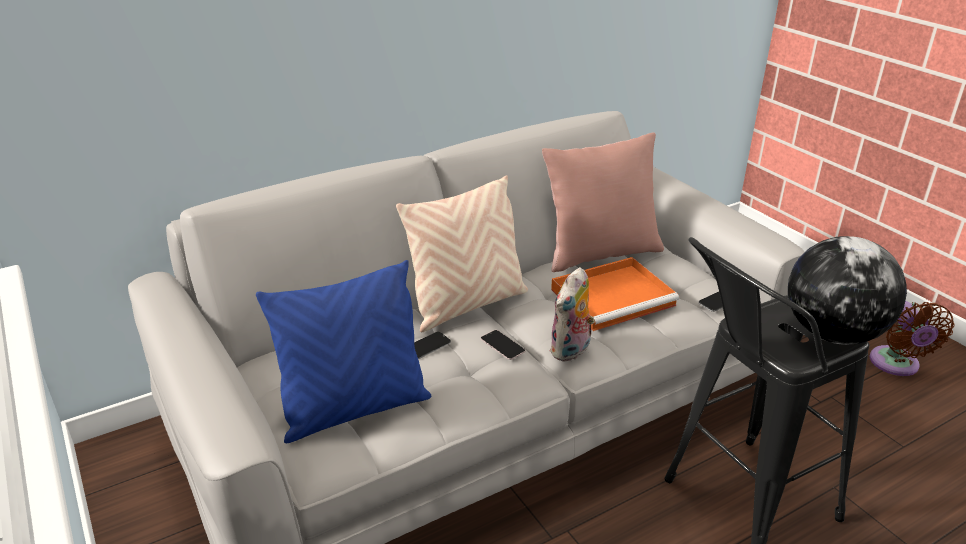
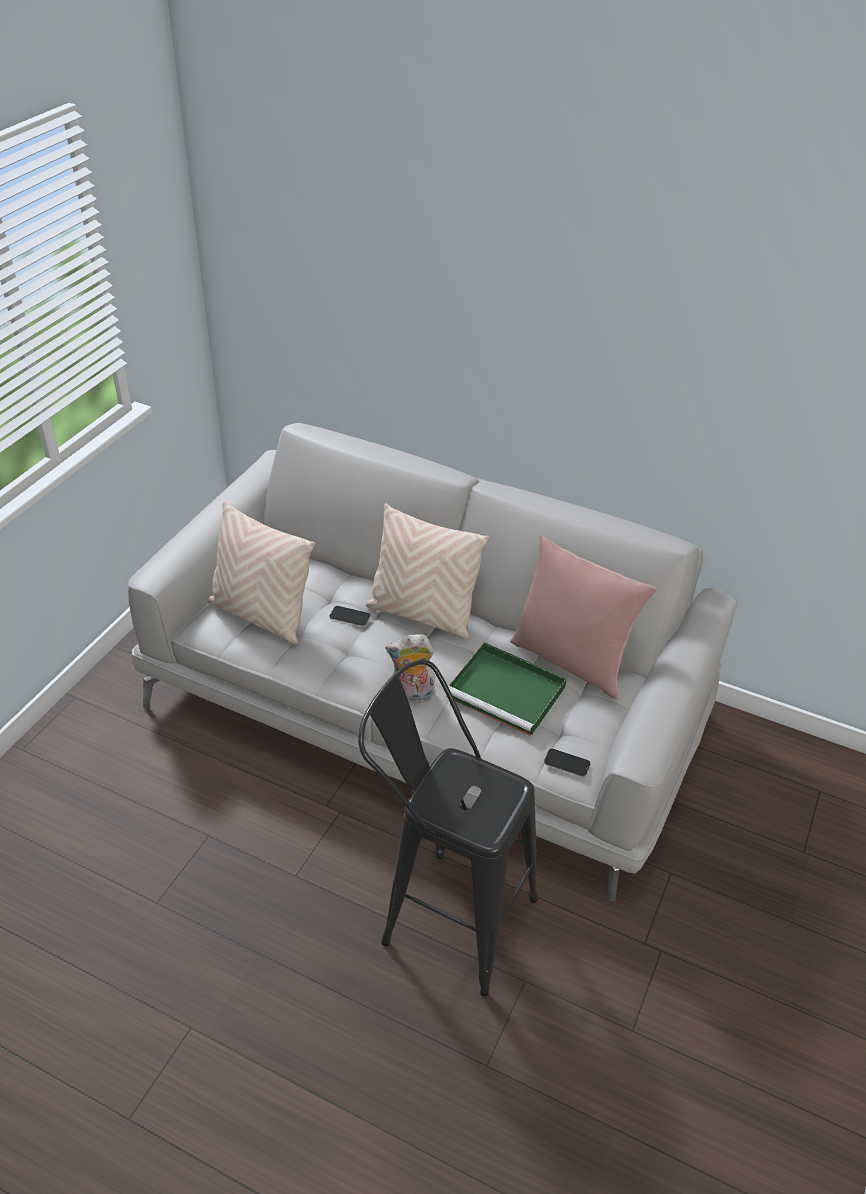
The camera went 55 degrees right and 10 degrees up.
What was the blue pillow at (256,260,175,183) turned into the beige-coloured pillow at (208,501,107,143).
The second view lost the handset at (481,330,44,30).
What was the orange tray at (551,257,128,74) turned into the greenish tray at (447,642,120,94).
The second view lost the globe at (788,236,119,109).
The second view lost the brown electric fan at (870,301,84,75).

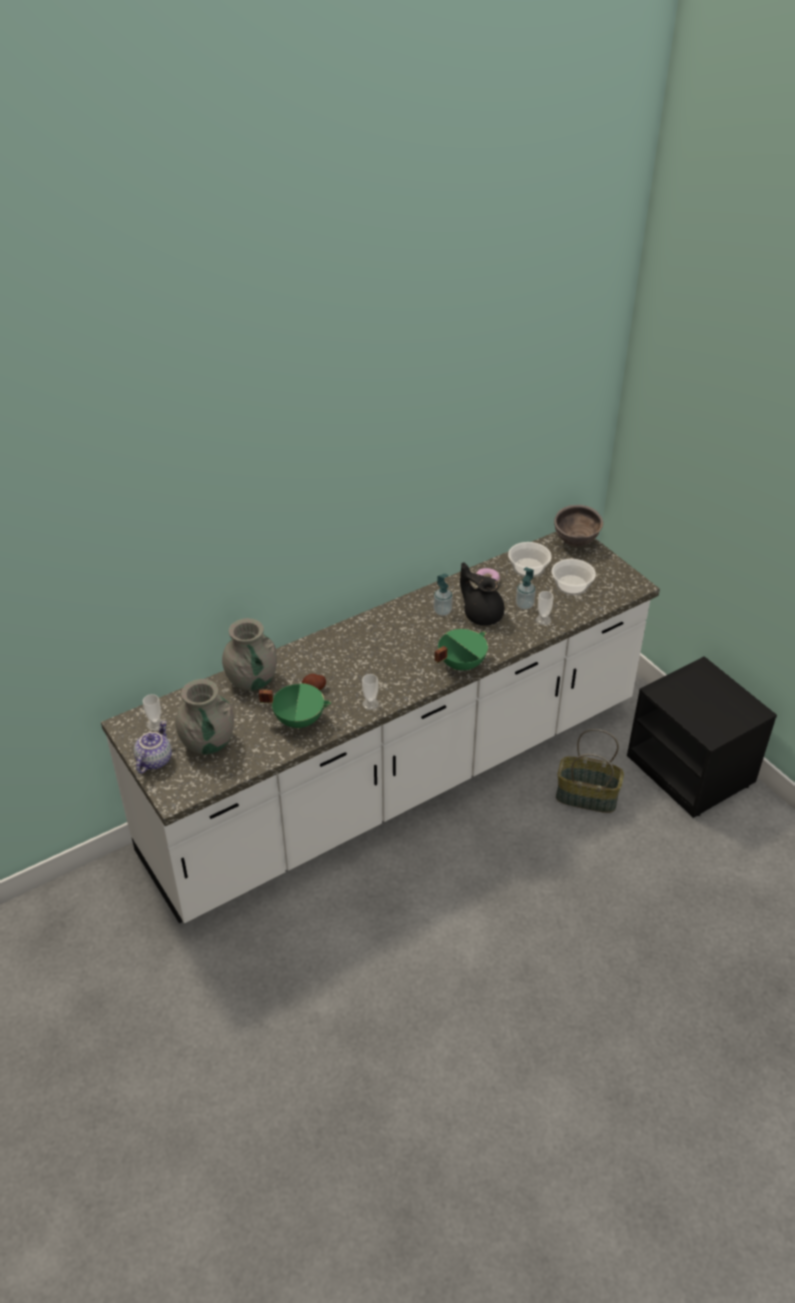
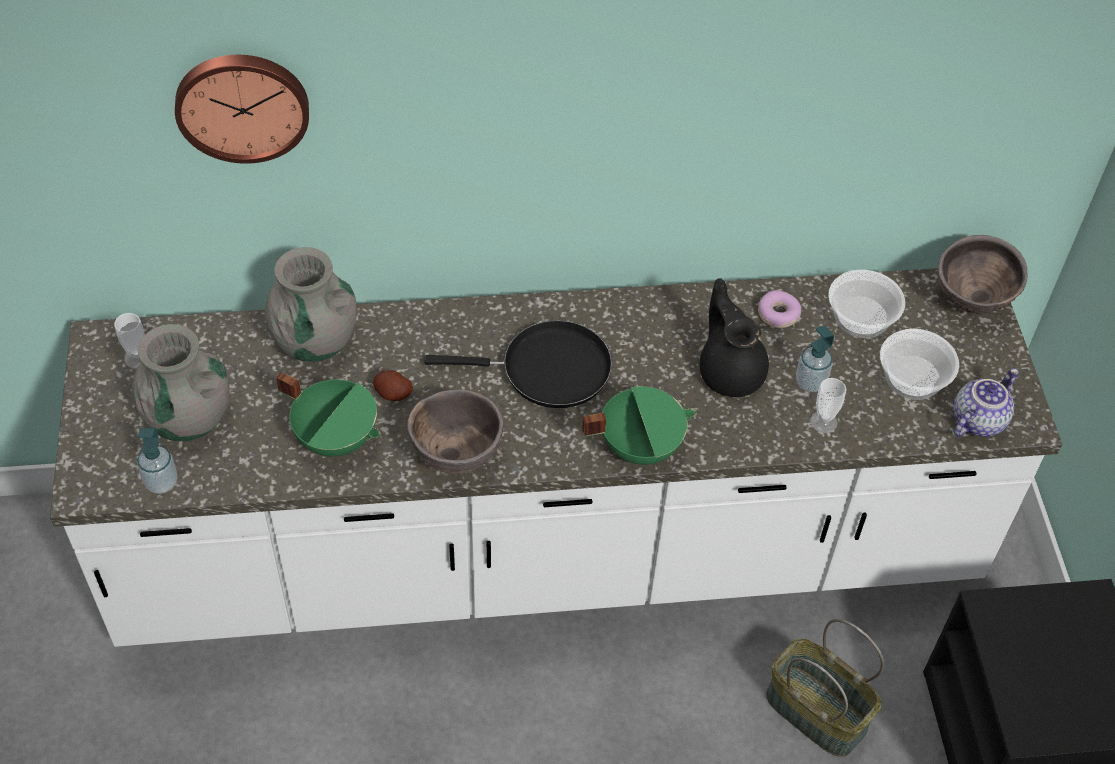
The camera went 25 degrees right and 10 degrees up.
The tea pot ended up elsewhere, having gone from (134,721,38,53) to (954,369,65,68).
Where the small cup stood at (362,674,17,36), the brown serving bowl came to stand at (407,389,96,85).
The soap dispenser ended up elsewhere, having gone from (434,573,18,43) to (137,428,41,66).
The second view gained the clock on the wall at (175,55,134,109).
The second view gained the blackish frying pan at (424,320,188,88).

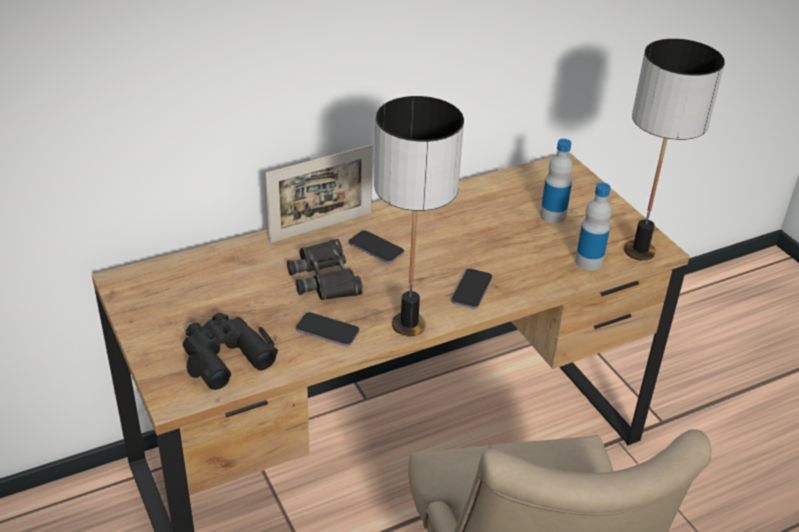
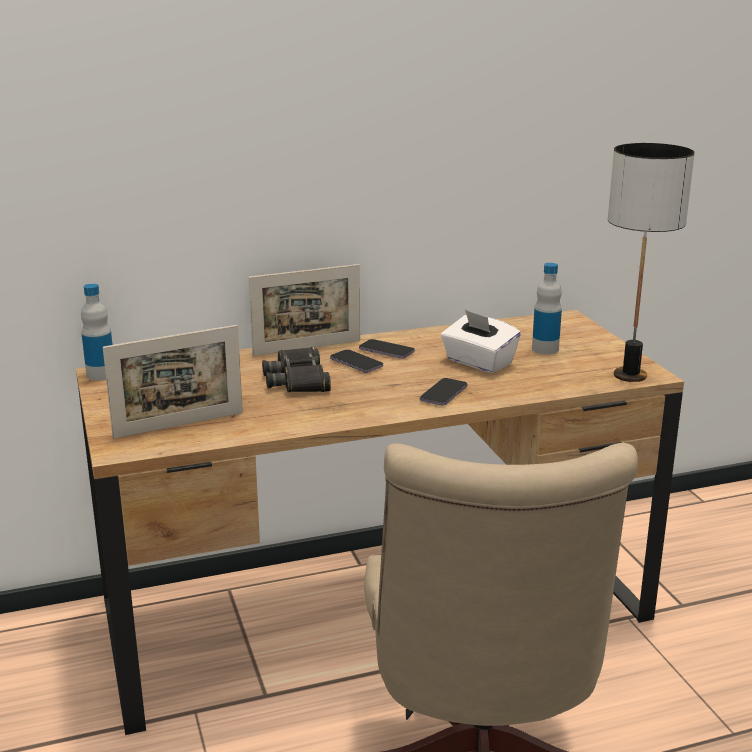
The camera went 10 degrees right and 15 degrees down.
Where the blackish binoculars stood at (183,313,95,77), the picture frame came to stand at (103,325,140,114).
The handset ended up elsewhere, having gone from (296,312,64,35) to (359,339,56,20).
The second view lost the lamp for a table at (374,96,90,240).
The bottle ended up elsewhere, having gone from (575,182,37,89) to (81,284,32,97).
The second view gained the whitish tissue holder at (441,310,80,63).

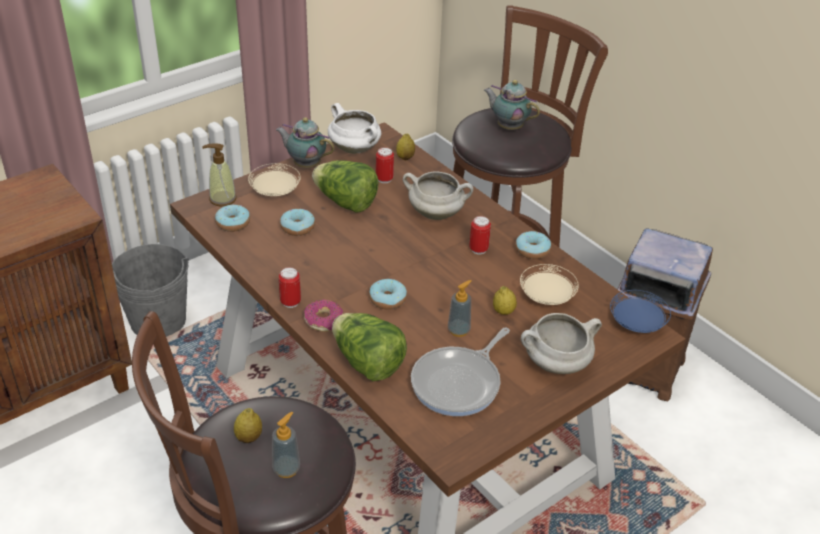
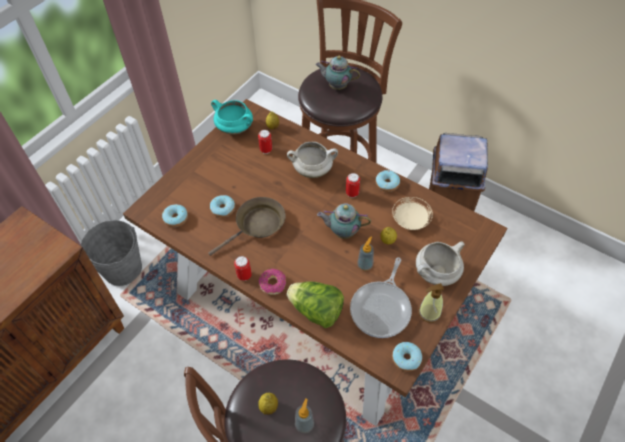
The camera went 15 degrees left and 15 degrees up.
The soap dispenser ended up elsewhere, having gone from (202,143,35,63) to (418,283,26,40).
The second view lost the beige-coloured flat dish at (248,163,53,33).
The tea pot ended up elsewhere, having gone from (276,117,59,51) to (317,203,54,36).
The second view lost the lettuce head at (312,160,67,53).
What was the whitish stockpot at (328,103,53,51) turned into the blue-green stockpot at (211,100,42,35).
The donut ended up elsewhere, having gone from (369,278,38,32) to (392,342,30,30).
The second view lost the blue flat dish at (610,290,61,43).
The second view gained the brown frying pan at (208,197,78,59).

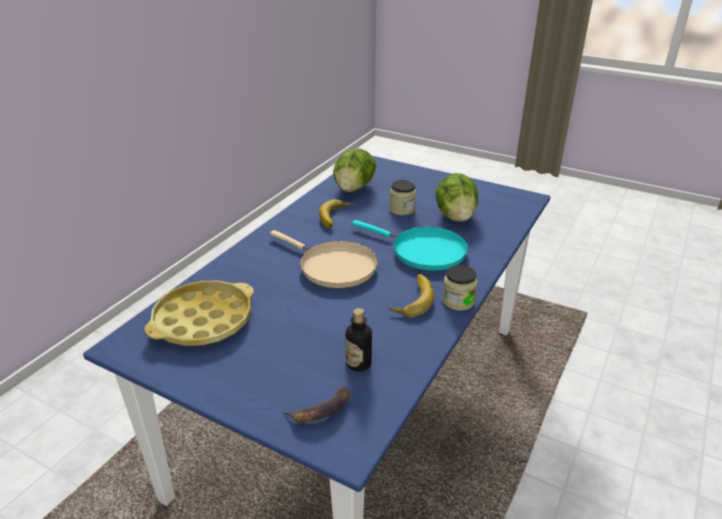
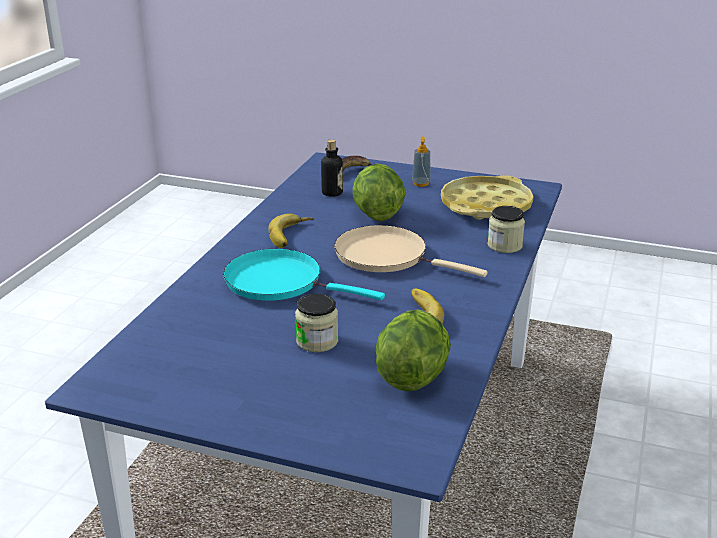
The camera went 170 degrees right and 5 degrees down.
The lettuce head ended up elsewhere, having gone from (435,173,43,49) to (352,164,54,57).
The jar ended up elsewhere, having gone from (442,265,36,46) to (487,206,38,47).
The second view gained the soap dispenser at (412,136,19,51).

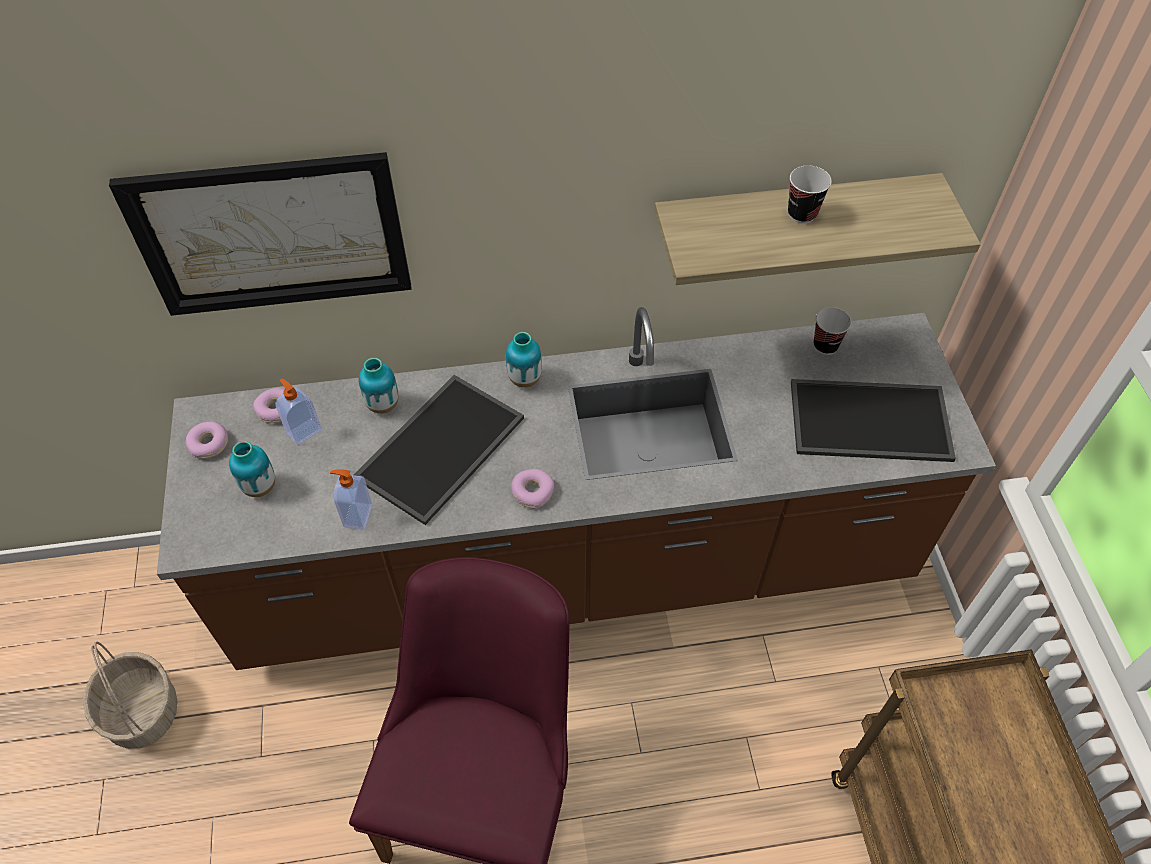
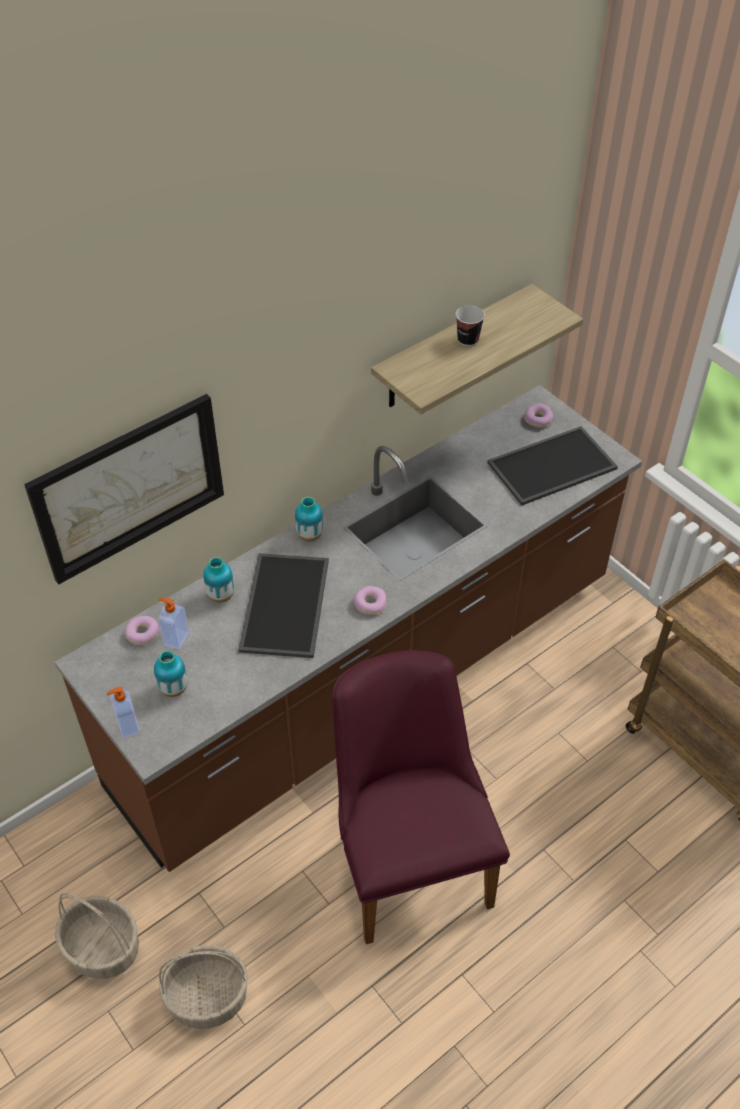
The camera went 30 degrees left and 5 degrees down.
The donut ended up elsewhere, having gone from (185,422,43,37) to (524,404,29,23).
The soap dispenser ended up elsewhere, having gone from (330,469,42,61) to (107,686,33,53).
The second view lost the small cup at (813,307,38,48).
The second view gained the household basket at (159,945,89,84).

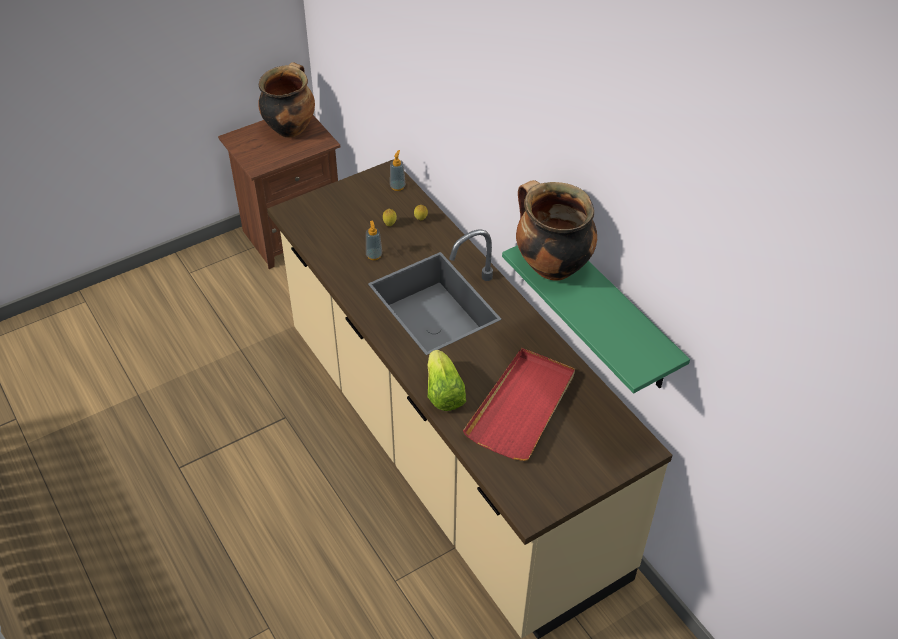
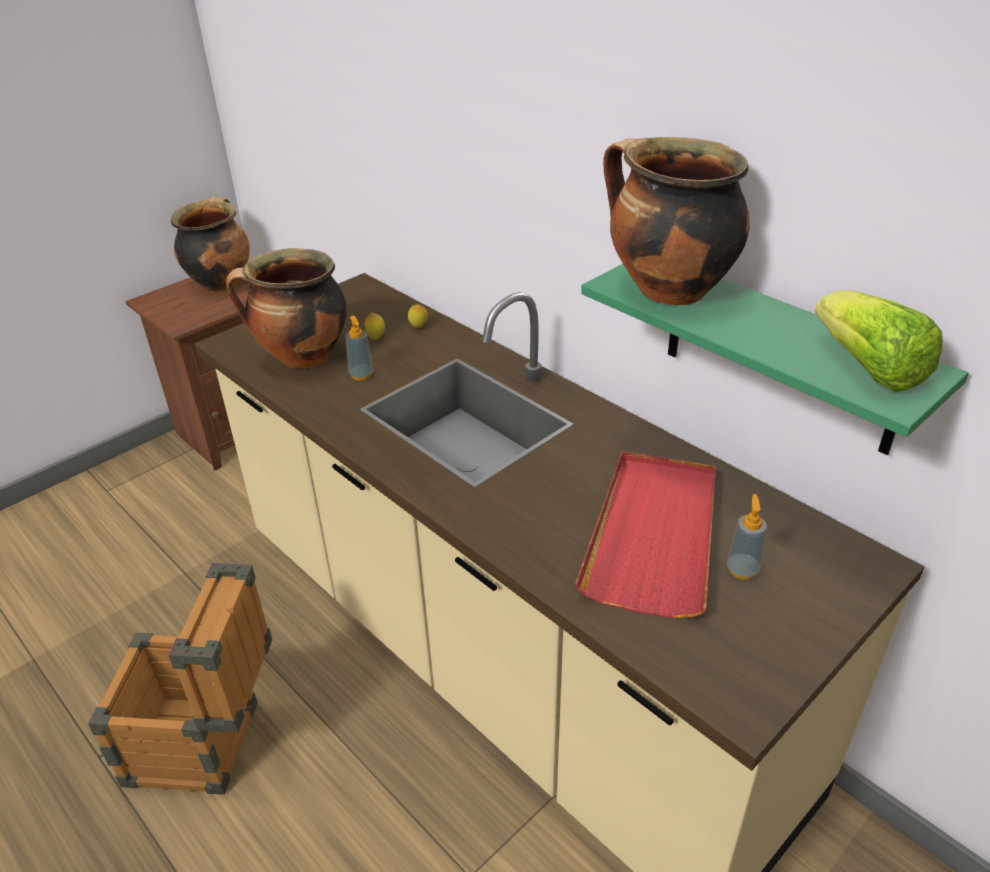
The camera went 10 degrees left and 10 degrees down.
The soap dispenser ended up elsewhere, having gone from (390,150,15,41) to (726,494,41,86).
The lettuce head ended up elsewhere, having gone from (428,350,38,61) to (815,291,128,101).
The second view gained the shipping crate at (88,563,184,232).
The second view gained the stockpot at (226,248,121,120).

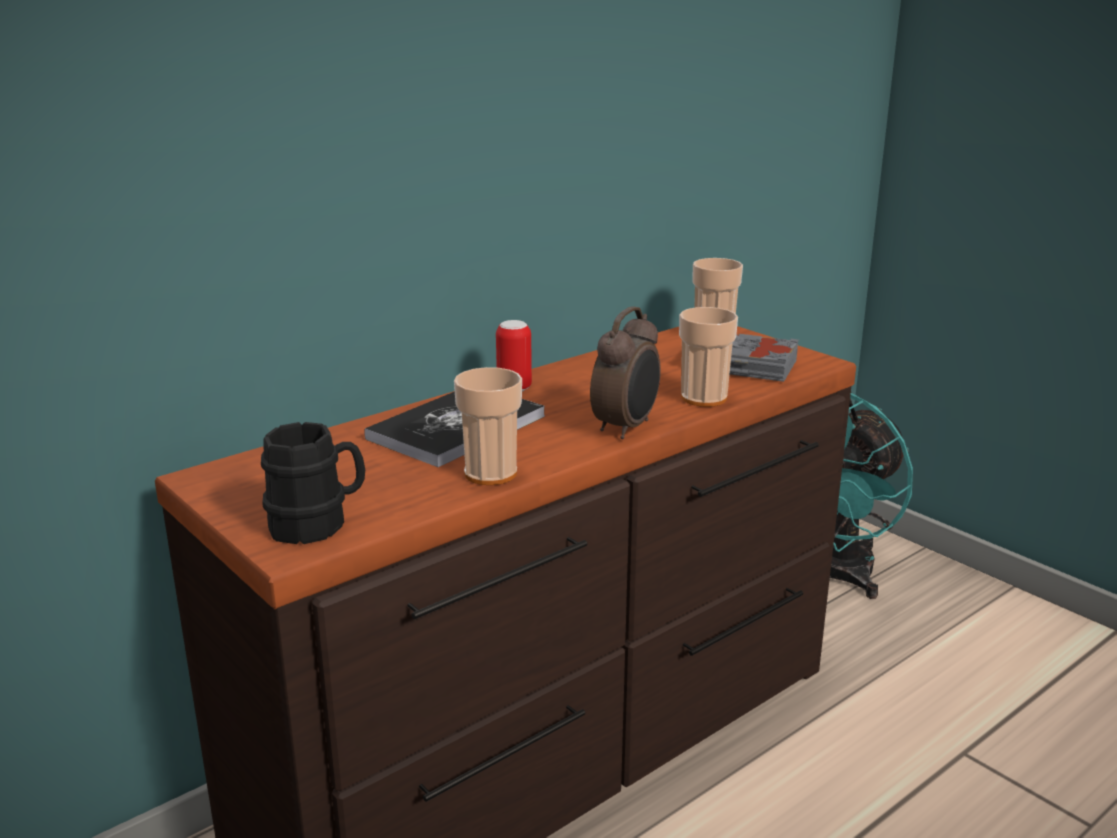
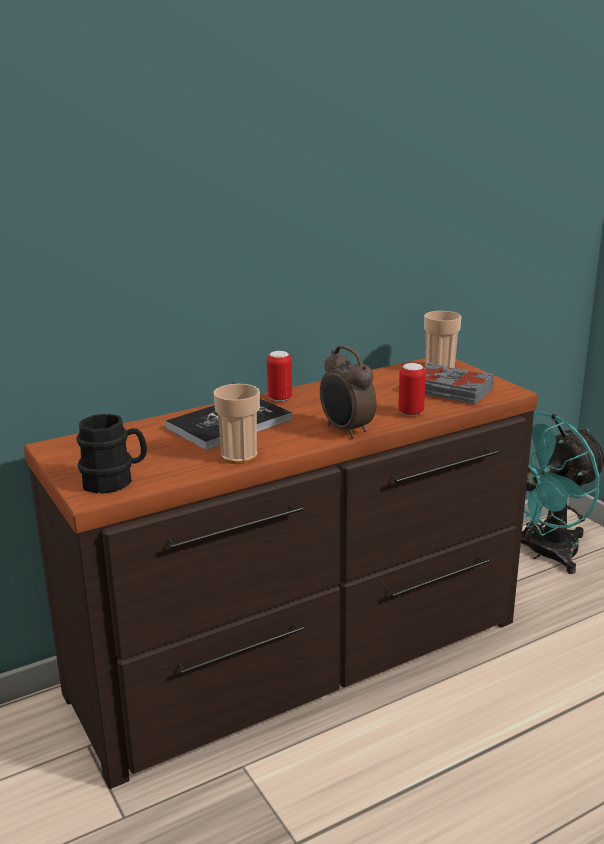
The camera went 10 degrees right and 0 degrees up.
The table clock at (590,307,71,132) ended up facing another way, 105 degrees clockwise from before.
Where the small cup stood at (679,307,59,100), the can came to stand at (398,363,28,53).

